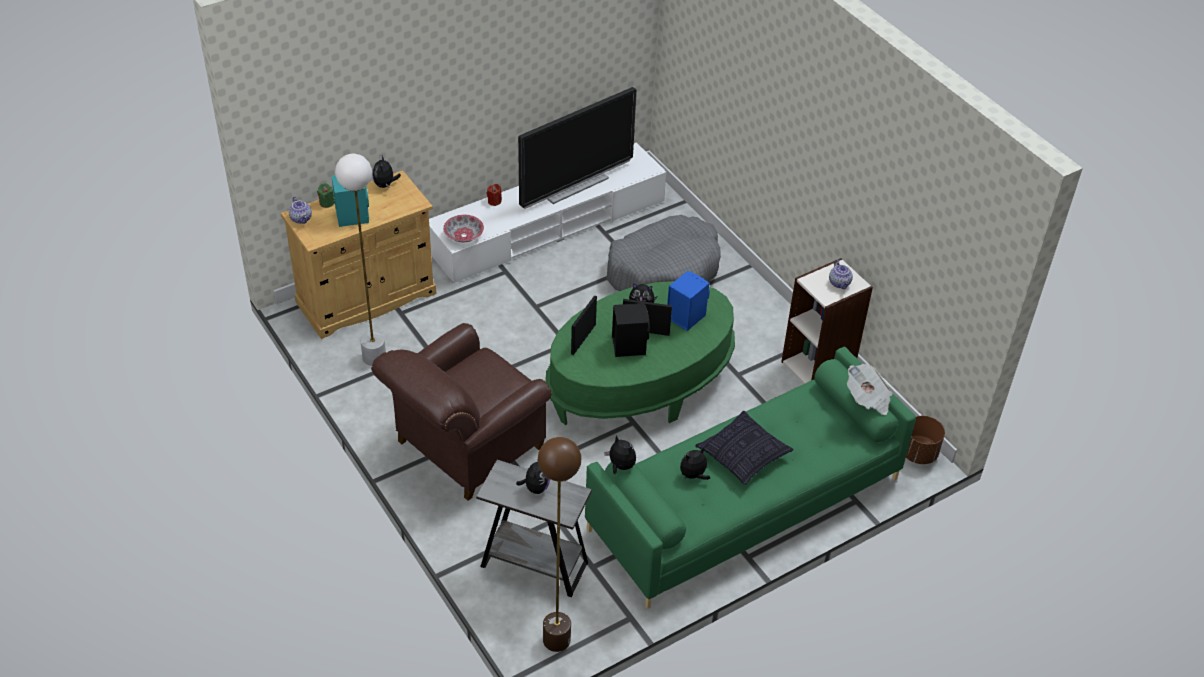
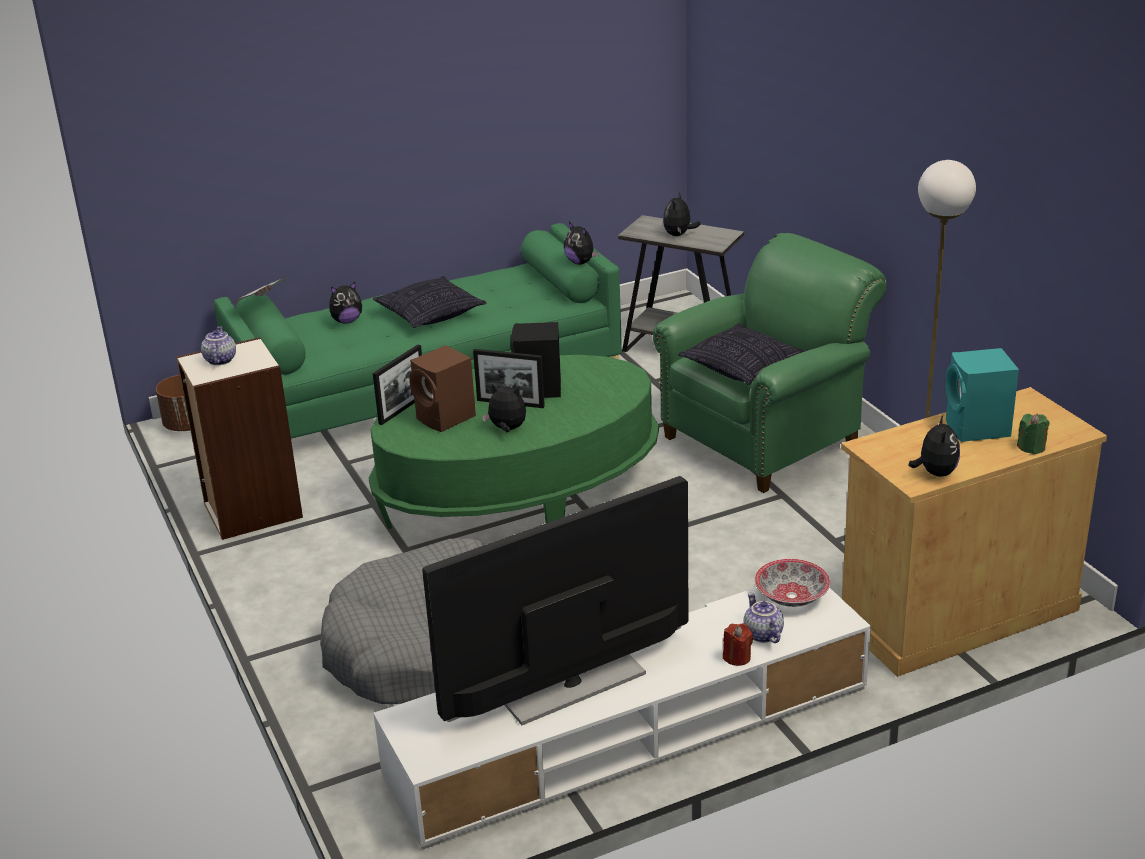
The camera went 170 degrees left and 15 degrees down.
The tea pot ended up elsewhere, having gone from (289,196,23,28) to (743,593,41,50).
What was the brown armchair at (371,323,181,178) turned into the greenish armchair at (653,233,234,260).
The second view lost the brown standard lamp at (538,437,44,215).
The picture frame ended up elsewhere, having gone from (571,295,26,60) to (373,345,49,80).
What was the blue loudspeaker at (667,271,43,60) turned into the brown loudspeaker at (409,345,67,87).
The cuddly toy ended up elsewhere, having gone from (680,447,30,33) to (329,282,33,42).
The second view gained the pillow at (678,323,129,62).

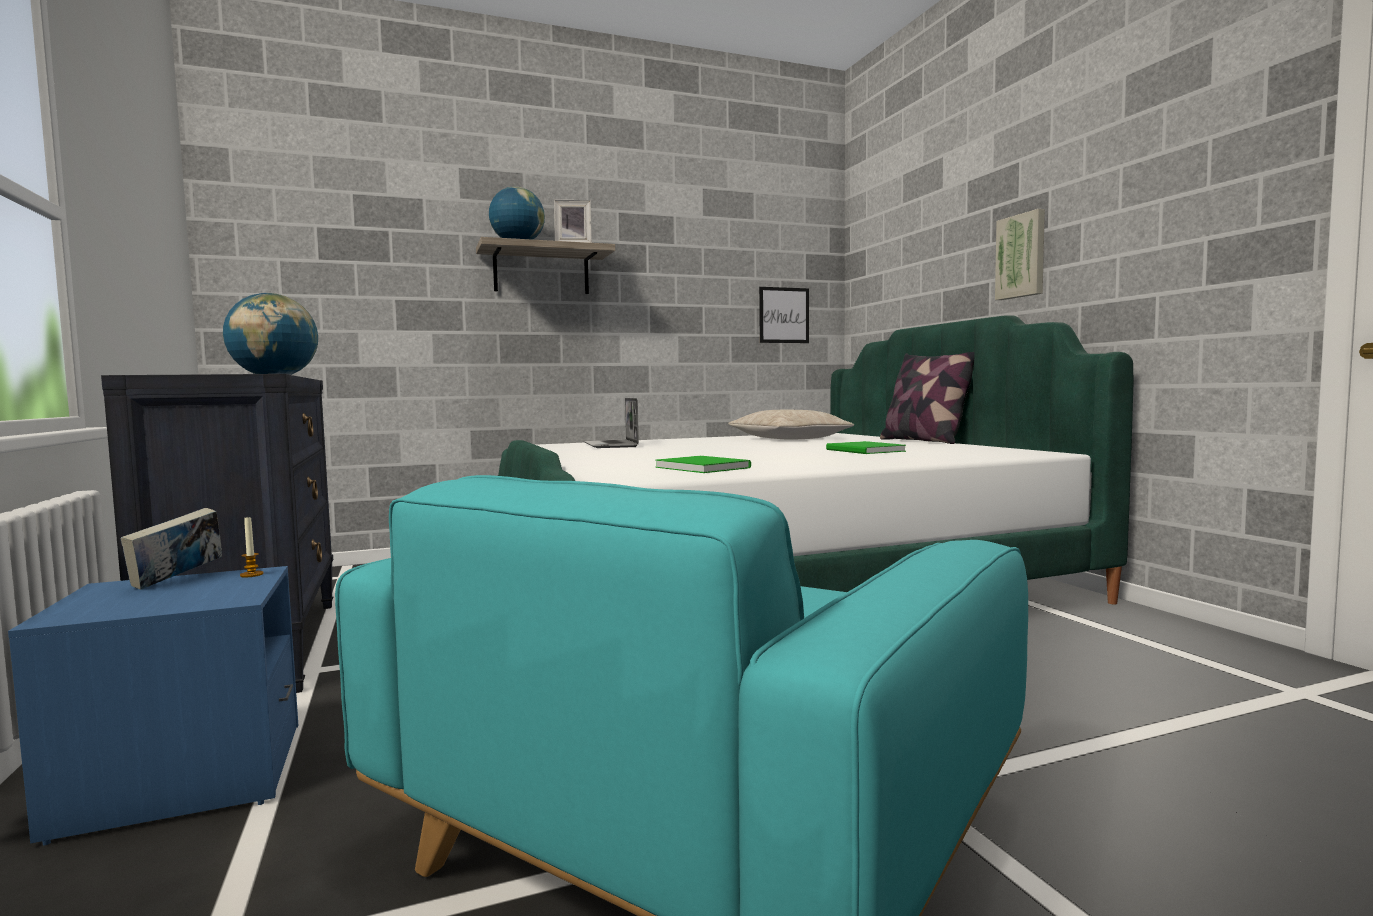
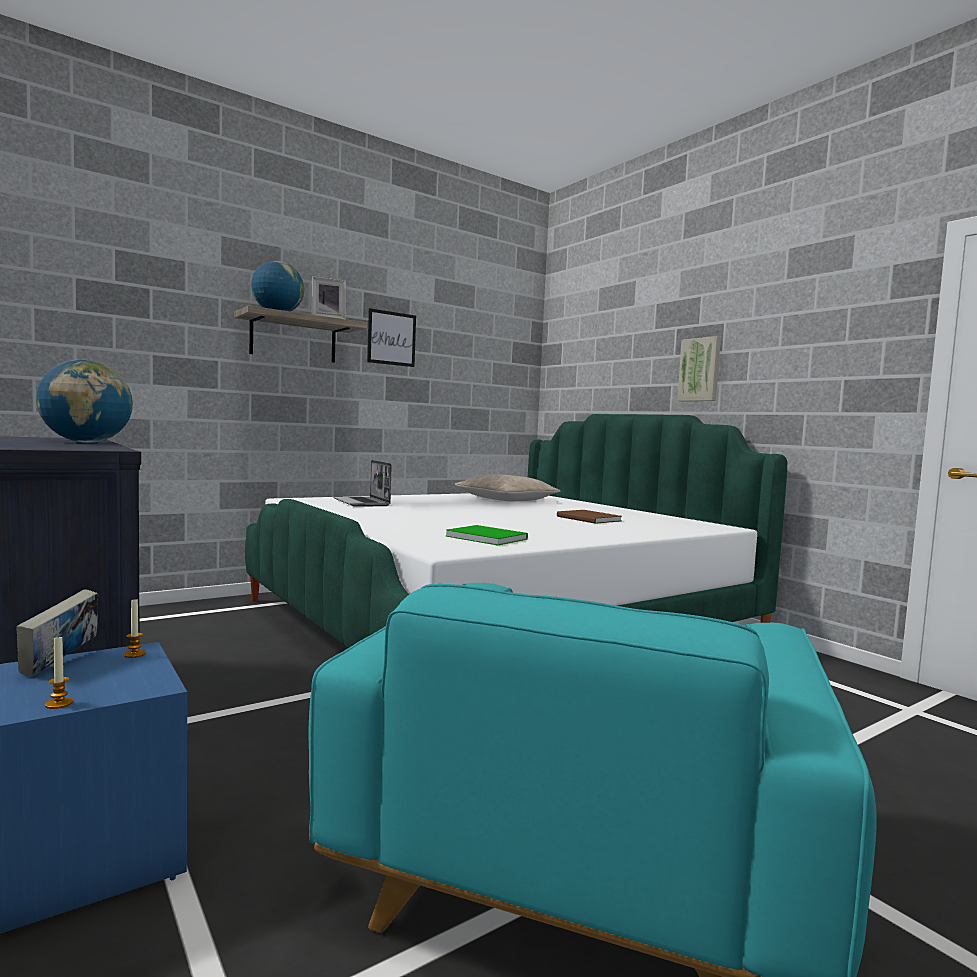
The camera went 15 degrees left and 0 degrees up.
The wall art ended up elsewhere, having gone from (759,287,50,56) to (367,308,49,59).
What was the greenish book at (826,441,80,13) turned into the brown book at (557,510,65,14).
The second view lost the pillow at (880,352,94,92).
The second view gained the candle at (45,637,28,72).

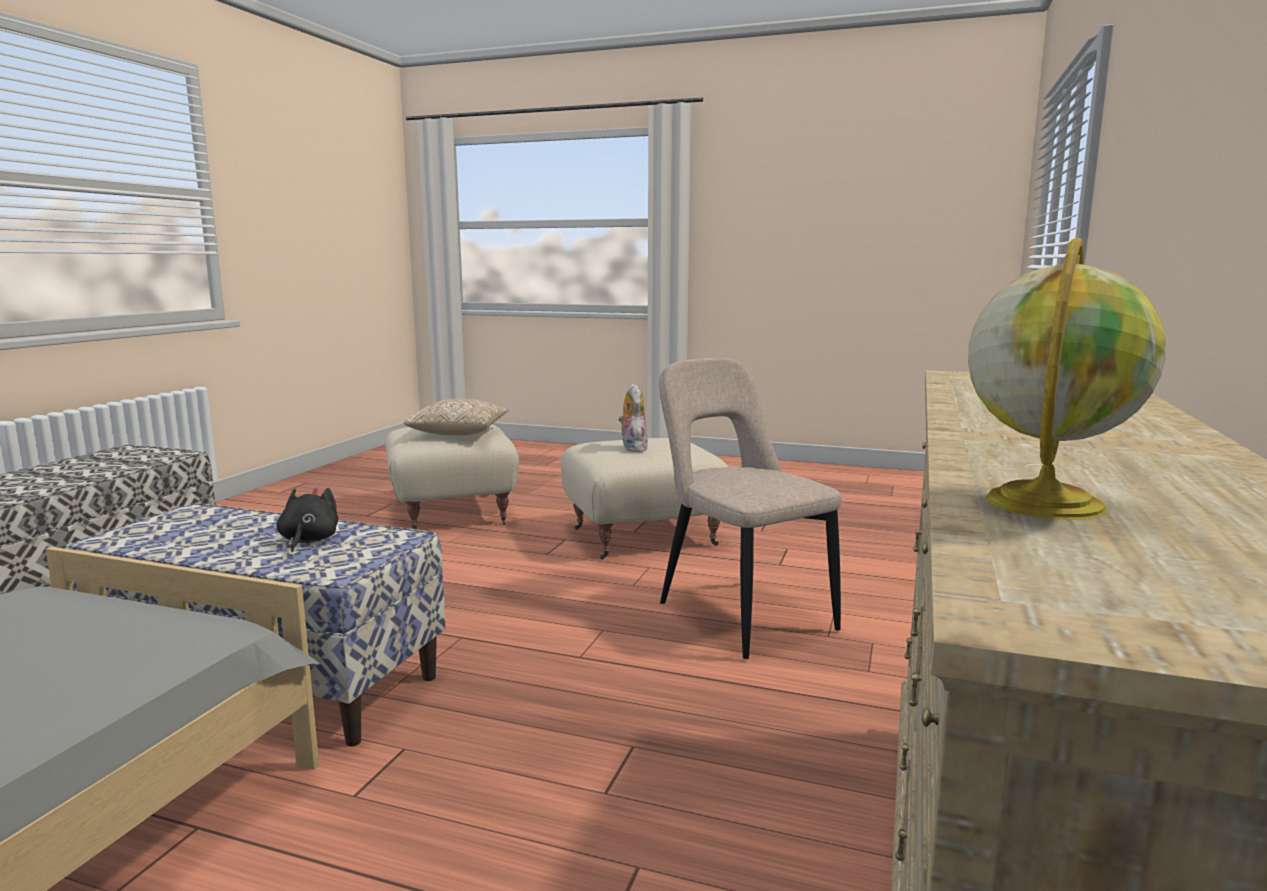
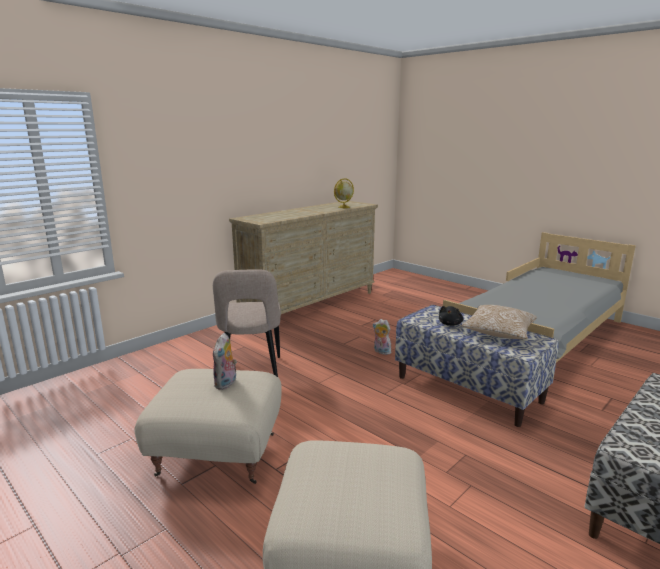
The camera went 155 degrees left and 5 degrees up.
The pillow ended up elsewhere, having gone from (404,398,105,37) to (461,305,76,34).
The second view gained the cuddly toy at (373,319,18,36).

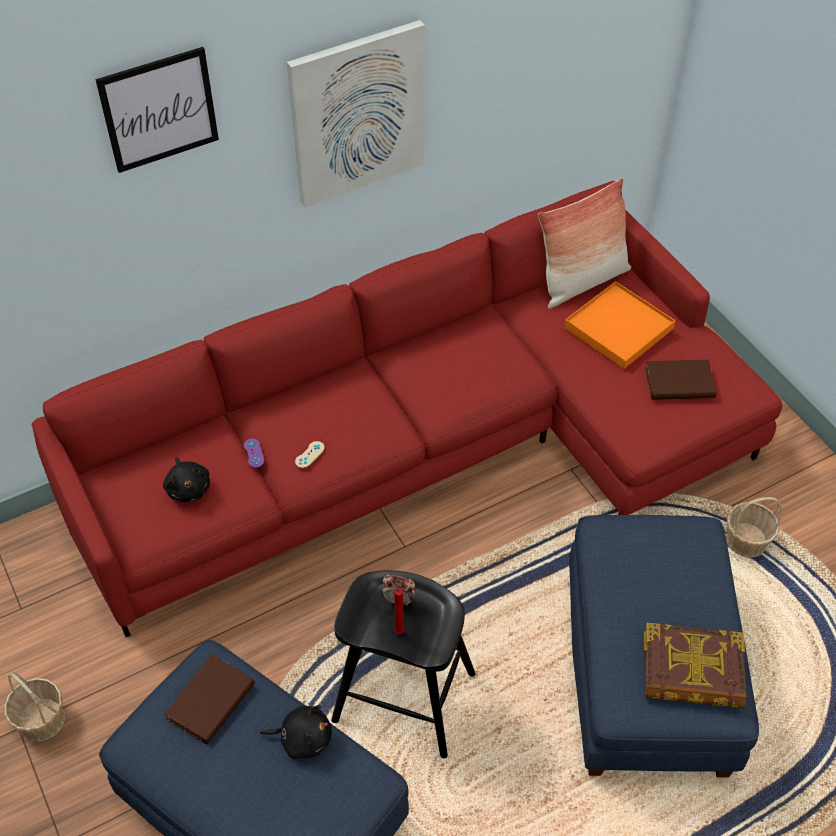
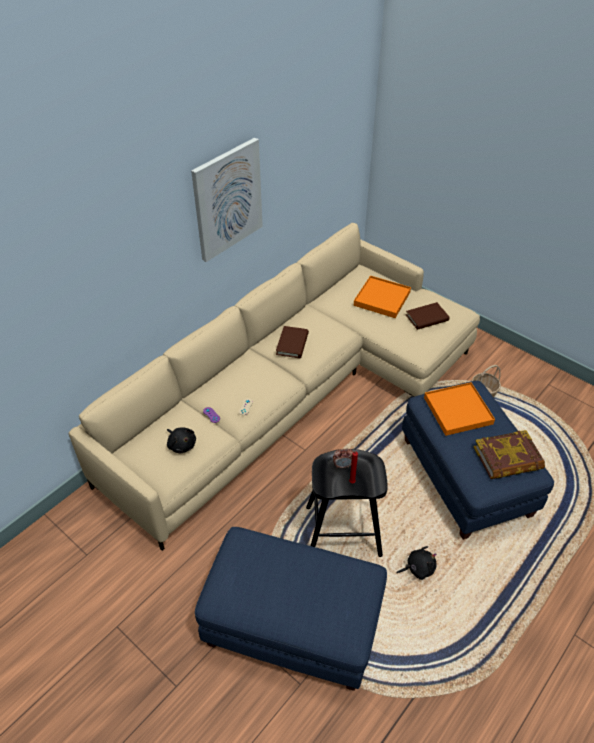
The camera went 20 degrees left and 5 degrees down.
The second view lost the household basket at (4,672,61,70).
What was the reddish couch at (32,181,750,456) turned into the beige-coloured couch at (69,223,411,328).
The second view lost the wall art at (95,47,124,126).
The brown book ended up elsewhere, having gone from (164,654,91,90) to (276,326,33,32).
The blackish cuddly toy ended up elsewhere, having gone from (260,705,72,55) to (396,546,41,34).
The second view lost the pillow at (538,178,93,131).
The second view gained the orange tray at (424,382,71,54).

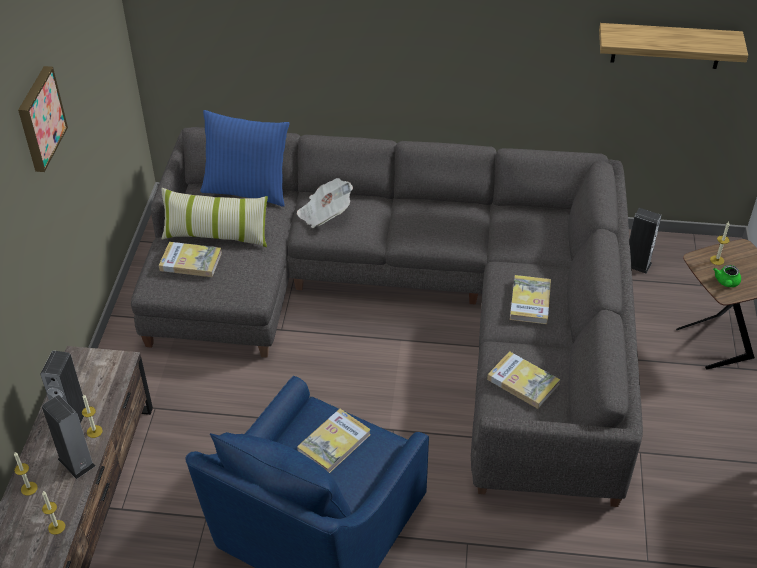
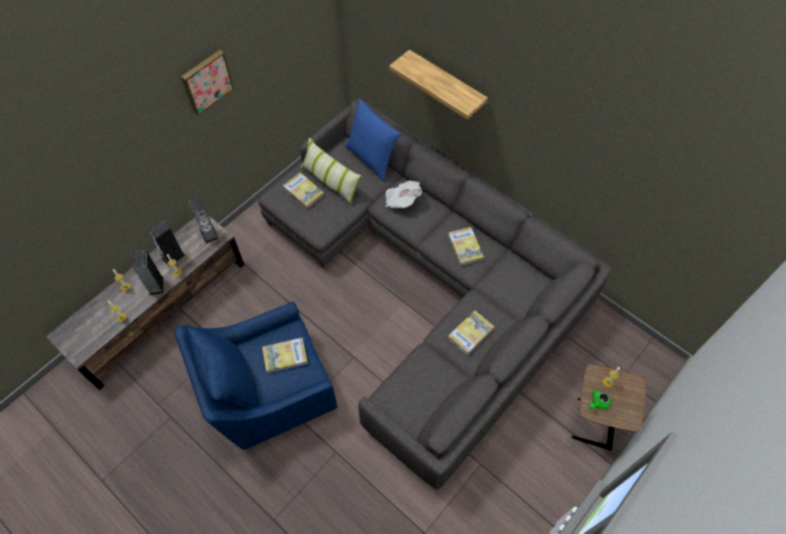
The camera went 35 degrees right and 15 degrees up.
The book ended up elsewhere, having gone from (487,351,73,58) to (448,227,36,39).
The shelf ended up elsewhere, having gone from (599,23,149,46) to (389,49,99,71).
The loudspeaker ended up elsewhere, having gone from (629,208,33,66) to (189,197,30,47).

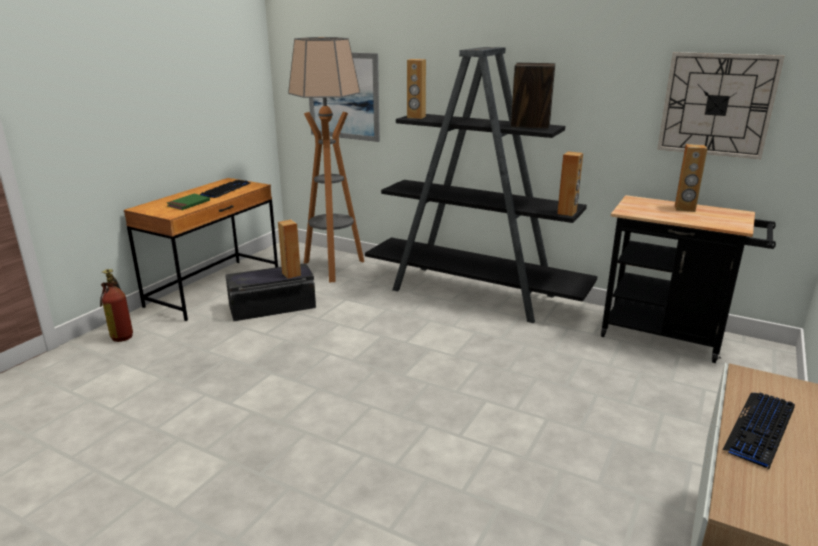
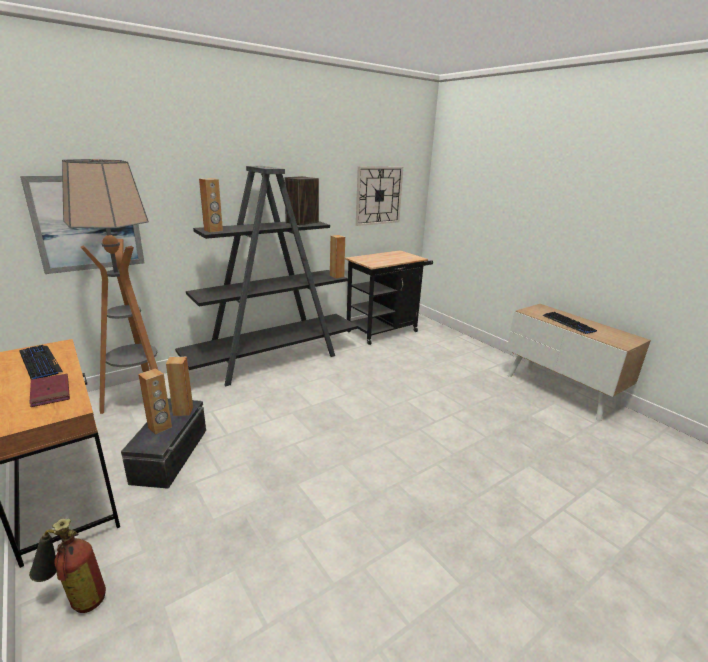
The camera went 65 degrees left and 0 degrees up.
What was the greenish book at (167,193,43,17) turned into the reddish book at (29,374,41,33).
The brown loudspeaker ended up elsewhere, having gone from (675,144,33,68) to (138,368,34,67).

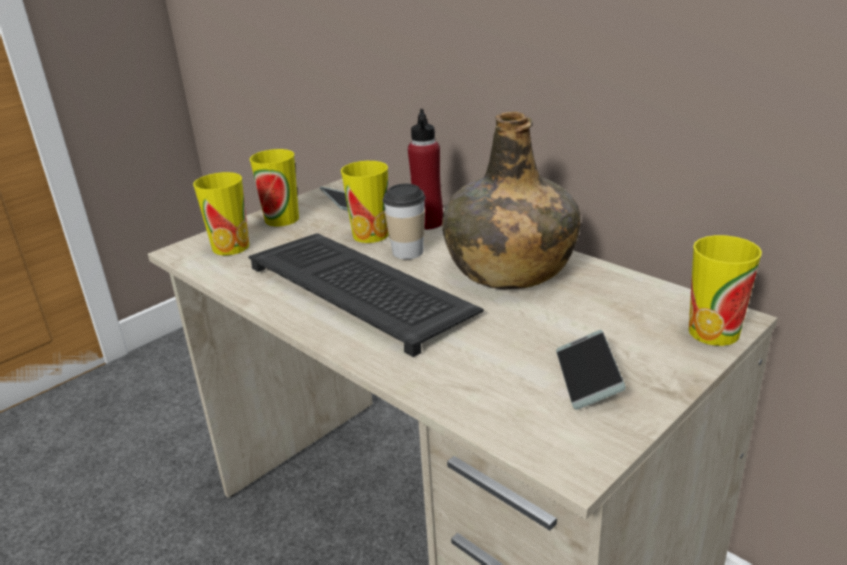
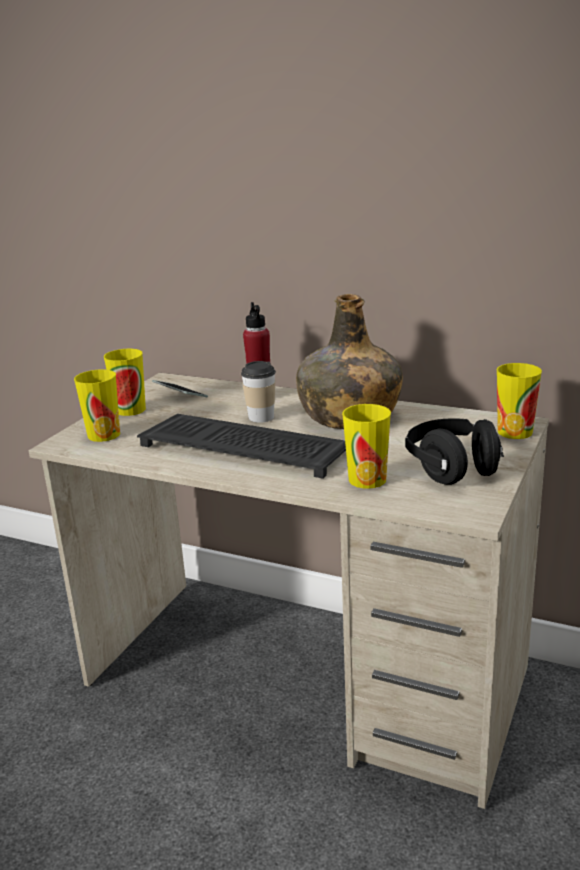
The camera went 20 degrees left and 5 degrees down.
The small cup ended up elsewhere, having gone from (341,161,48,82) to (342,404,49,85).
Where the handset stood at (556,330,70,80), the blackish pair of headphones came to stand at (405,418,99,67).

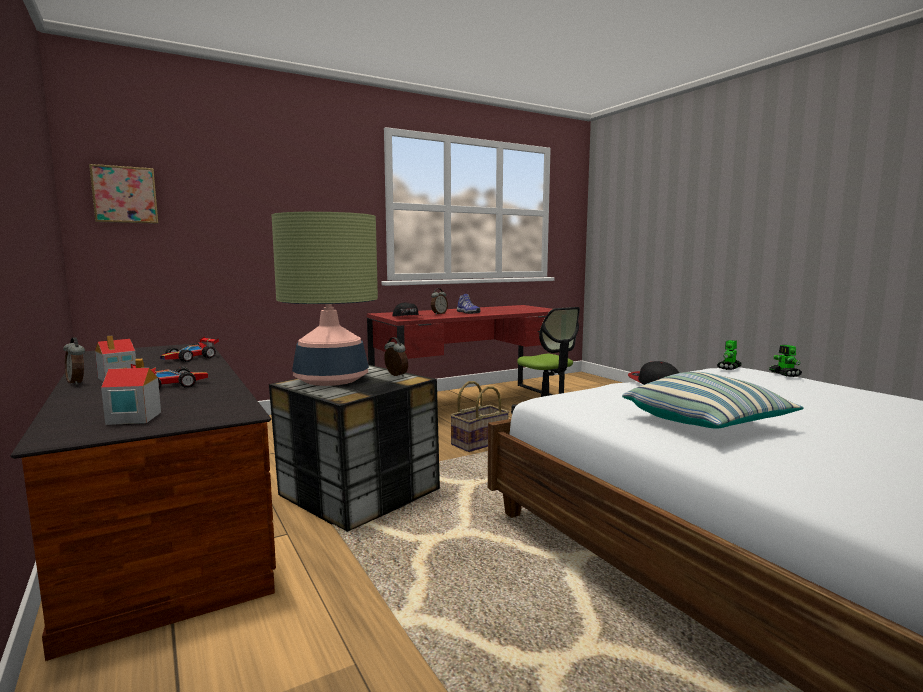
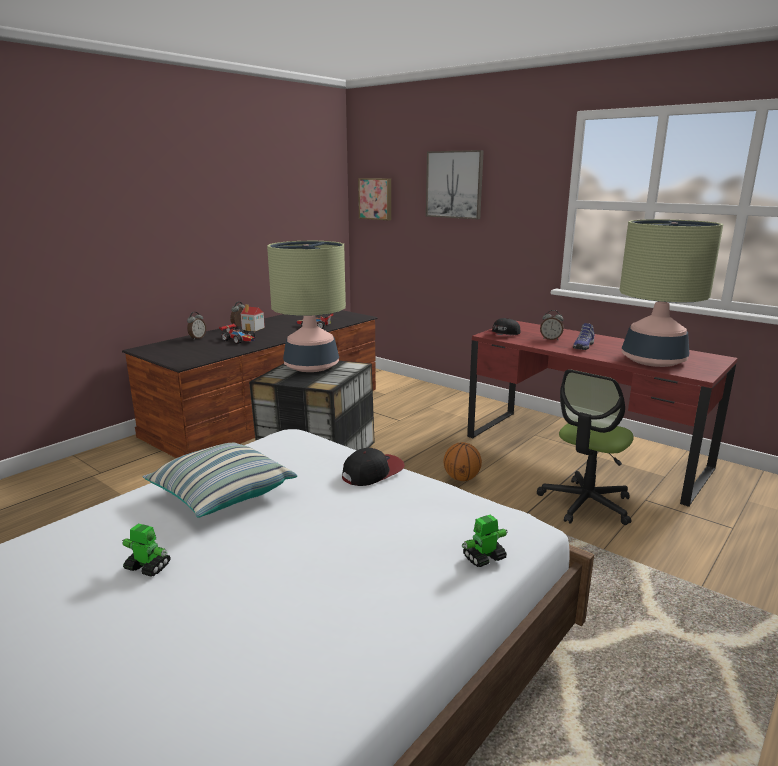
The camera went 70 degrees right and 10 degrees up.
The second view lost the toy house at (101,359,60,66).
The table clock ended up elsewhere, having gone from (384,337,24,40) to (187,312,19,28).
Where the household basket stood at (450,381,59,71), the ball for basketball came to stand at (443,442,39,39).
The model robot ended up elsewhere, having gone from (717,340,24,30) to (122,524,49,53).
The second view gained the wall art at (426,150,58,69).
The second view gained the lamp for a table at (619,219,104,148).

